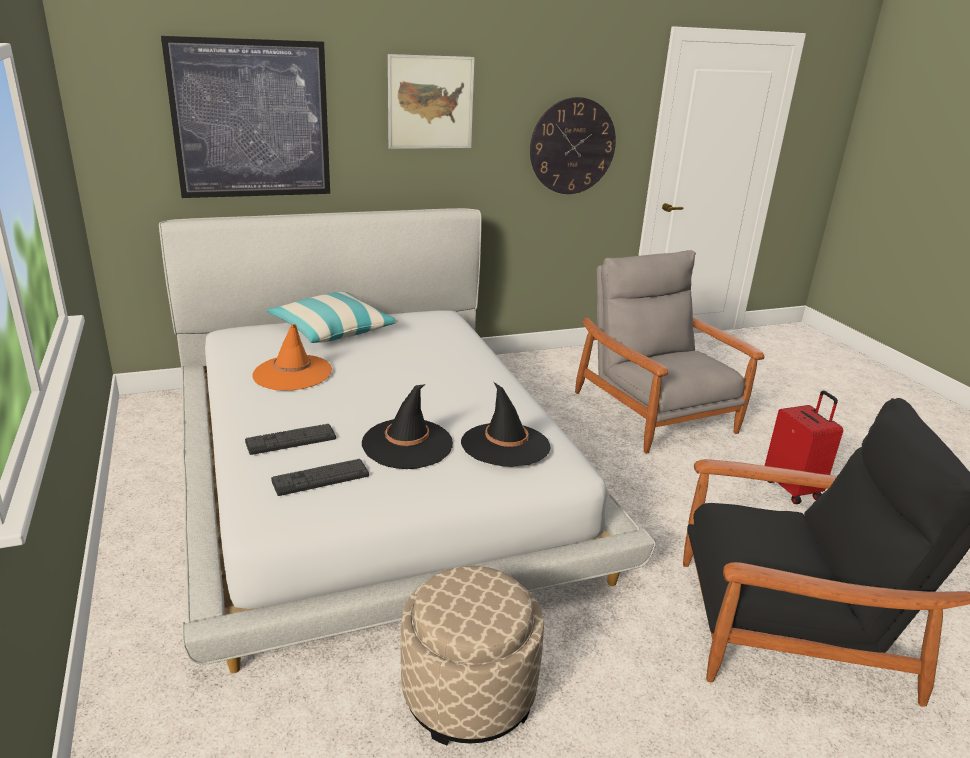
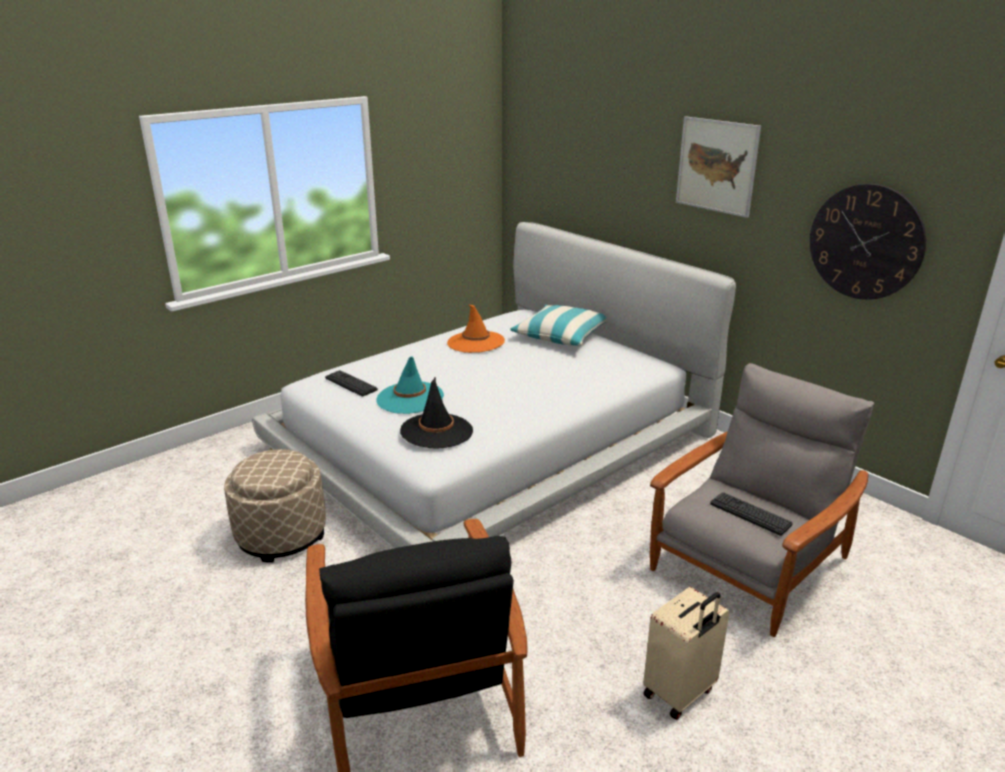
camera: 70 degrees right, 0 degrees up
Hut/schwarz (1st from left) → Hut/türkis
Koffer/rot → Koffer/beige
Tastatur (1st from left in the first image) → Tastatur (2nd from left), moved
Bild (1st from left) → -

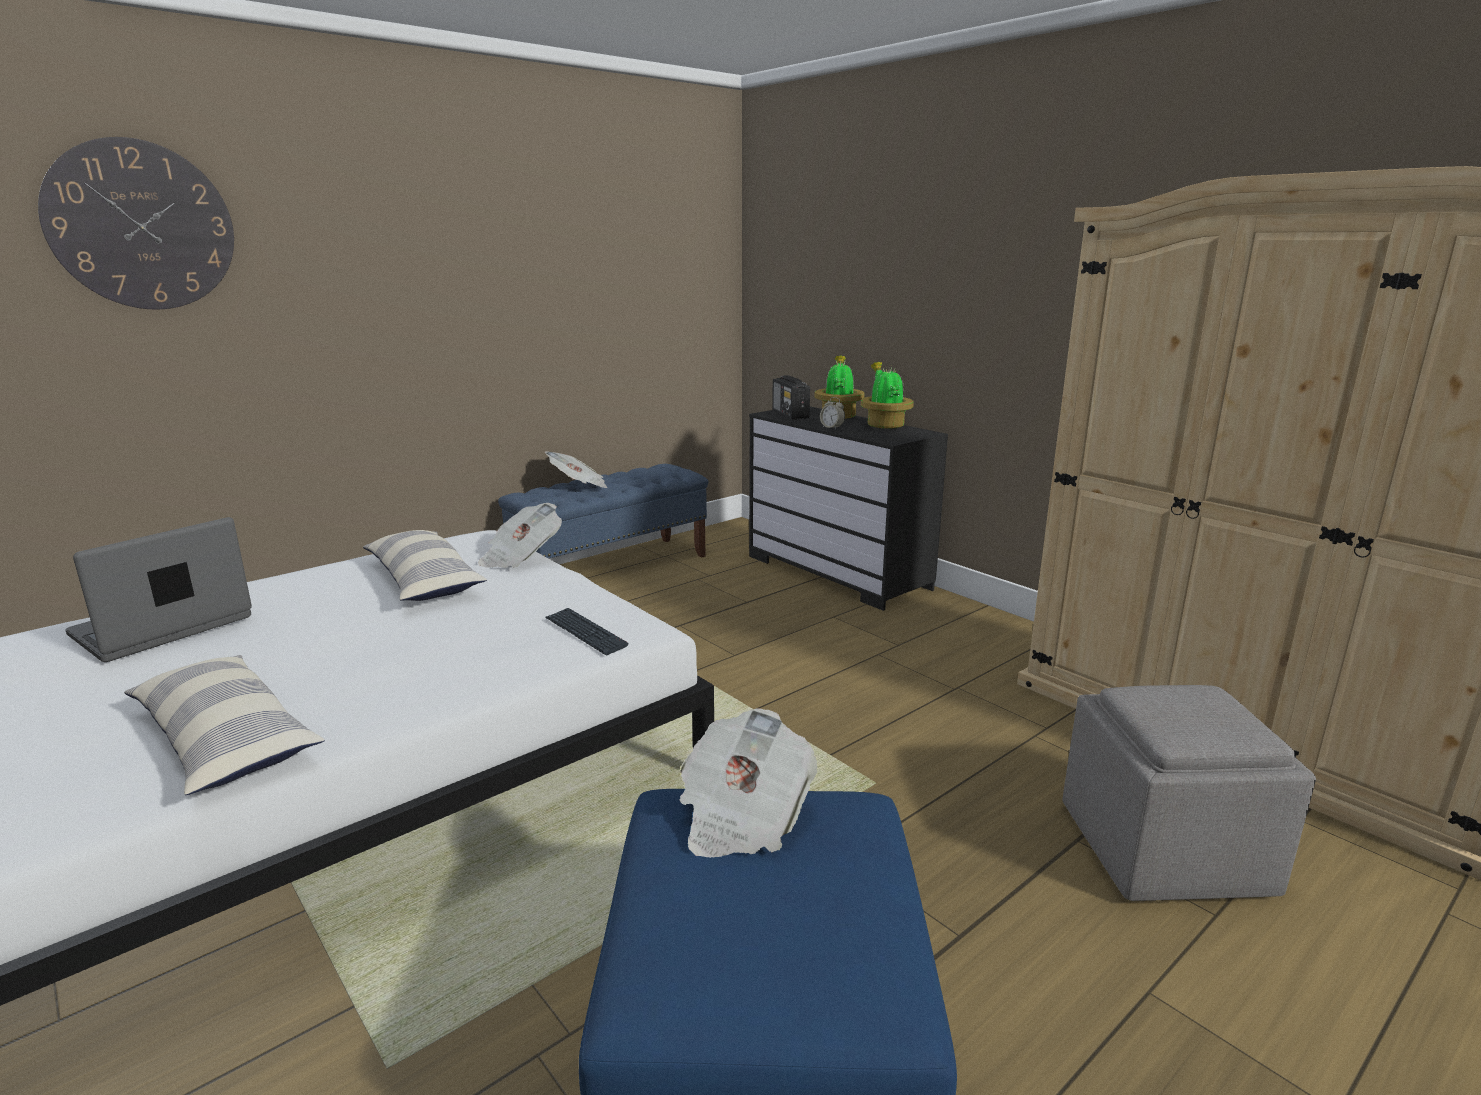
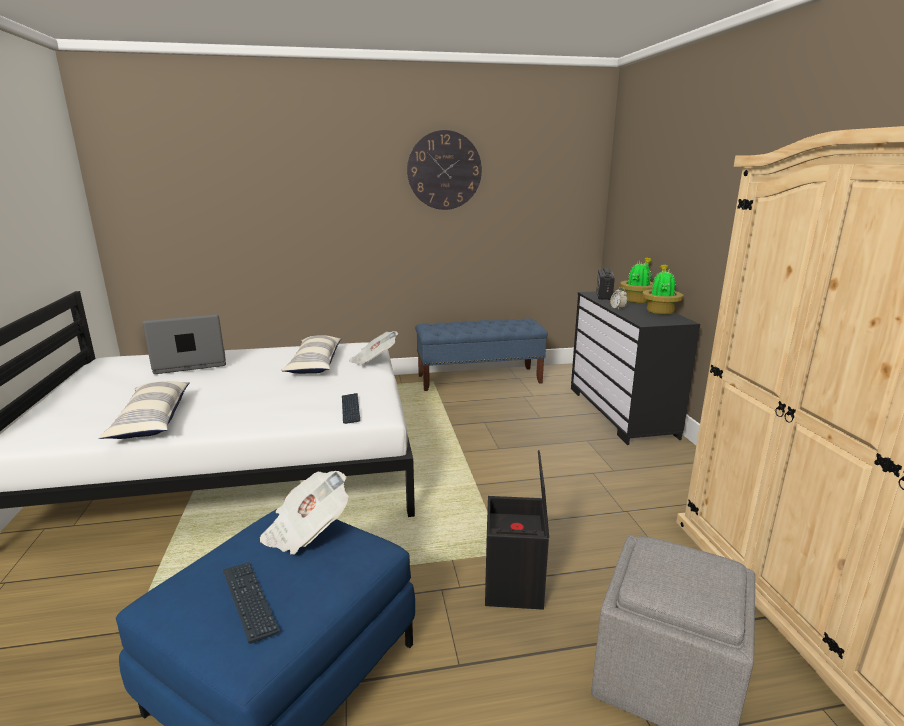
camera: 30 degrees right, 0 degrees up
- → Tastatur (1st from left)
Wanduhr, moved
- → Aufbewahrungsbox/schwarz
Zeitung (2nd from left) → -

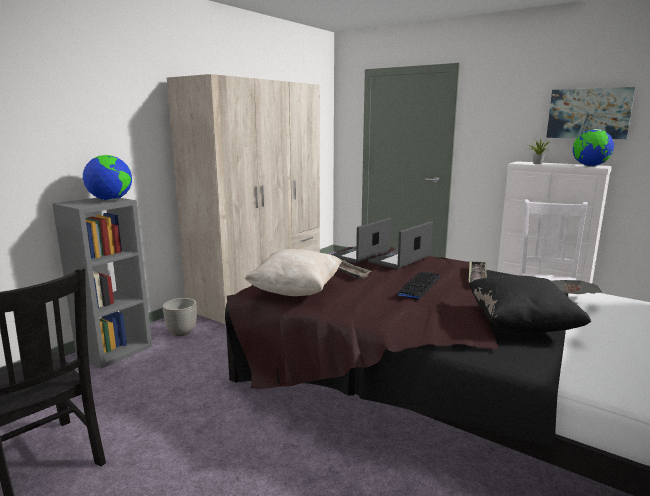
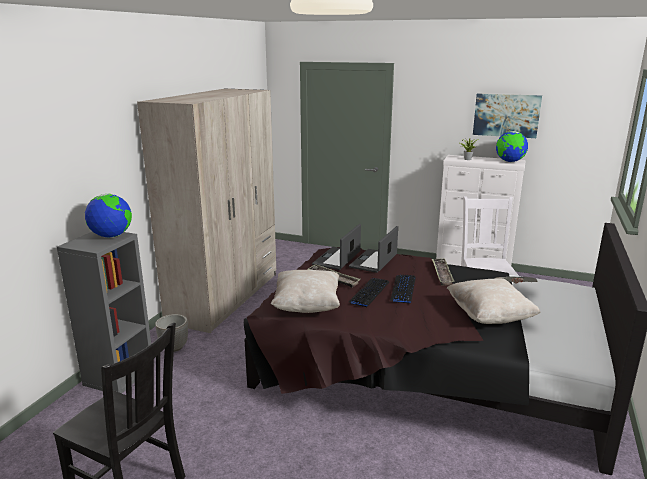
camera: 15 degrees left, 5 degrees up
- → Tastatur (1st from left)
Kissen/schwarz → Kissen/beige (2nd from left)

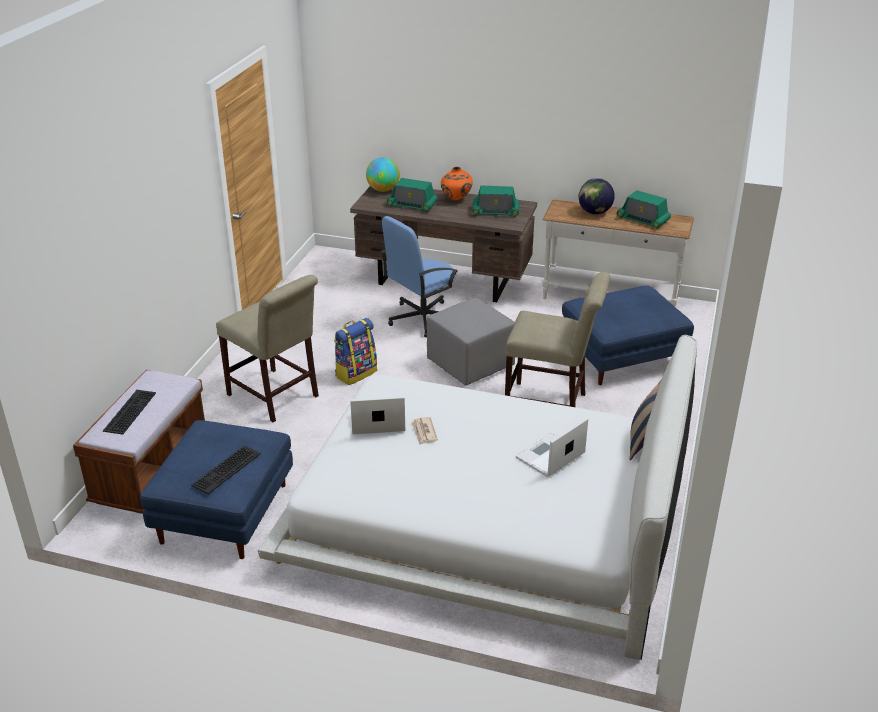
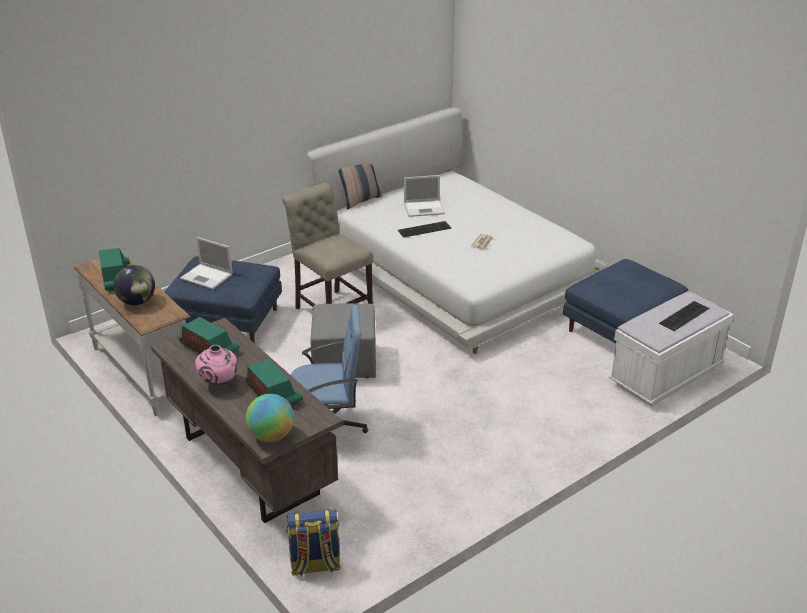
camera: 145 degrees left, 0 degrees up
Laptop (1st from left), moved
Vase/orange → Vase/rosa
Rucksack, moved
Tastatur (2nd from left in the first image) → Tastatur (1st from left), moved
Bank/braun → Bank/weiß
Stuhl/beige (1st from left) → -

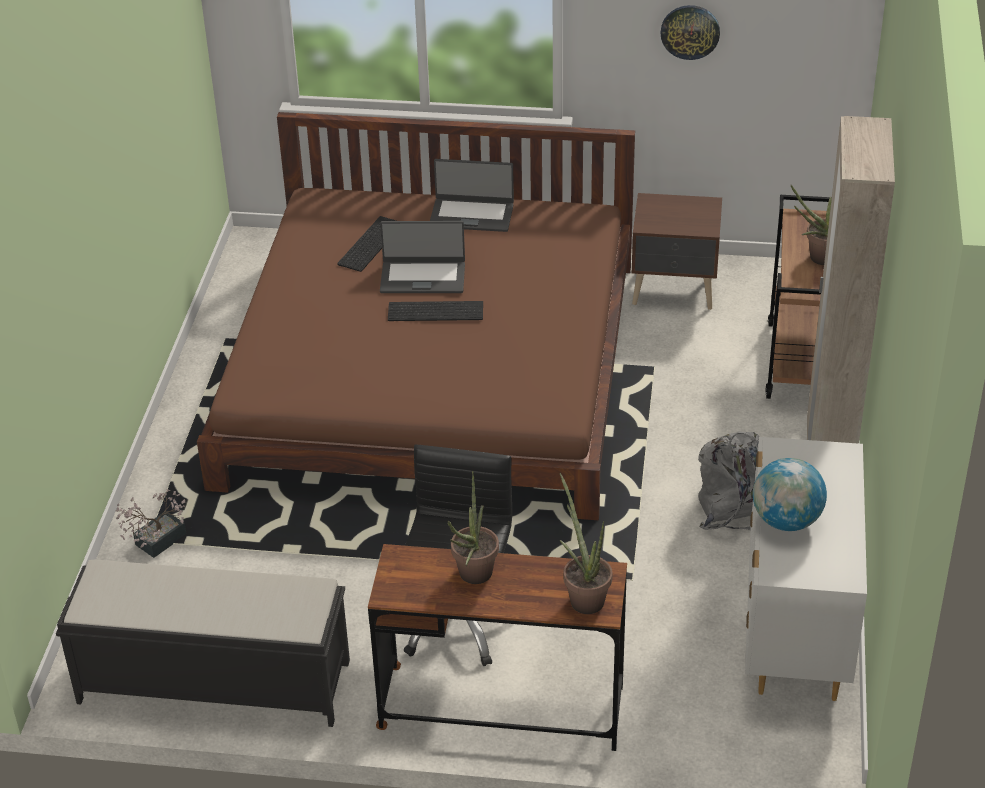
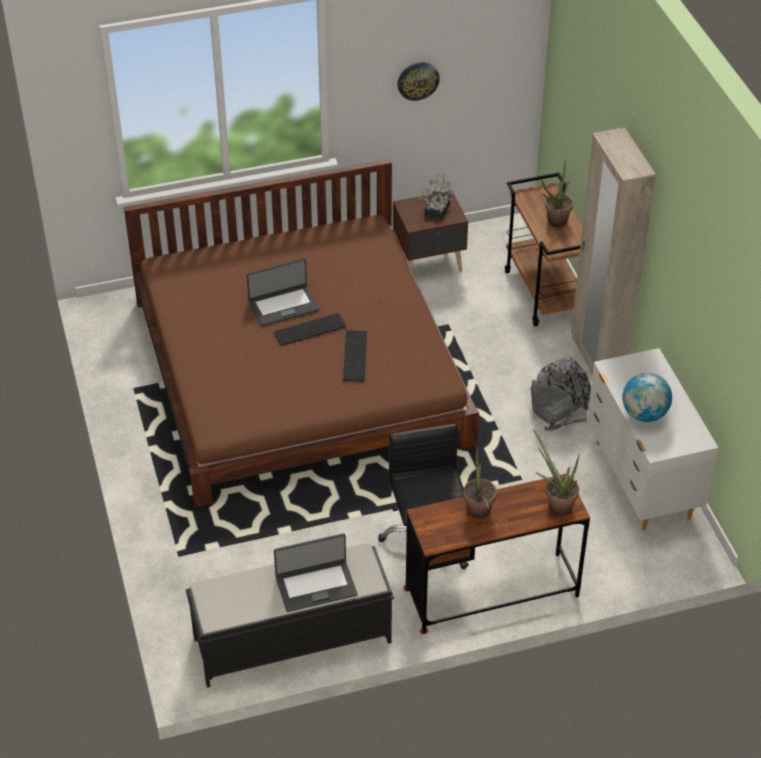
camera: 25 degrees left, 5 degrees up
Laptop (2nd from left), moved
Tastatur (1st from left in the first image) → Tastatur (2nd from left), moved
Topfpflanze (1st from left), moved

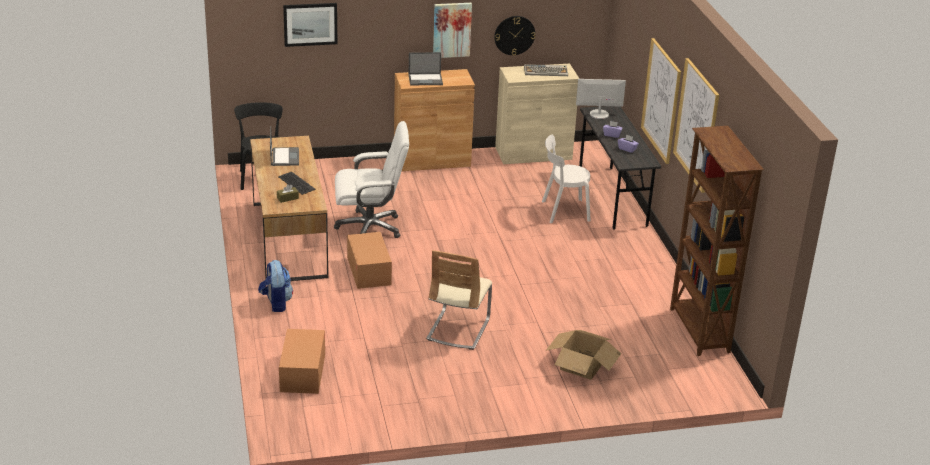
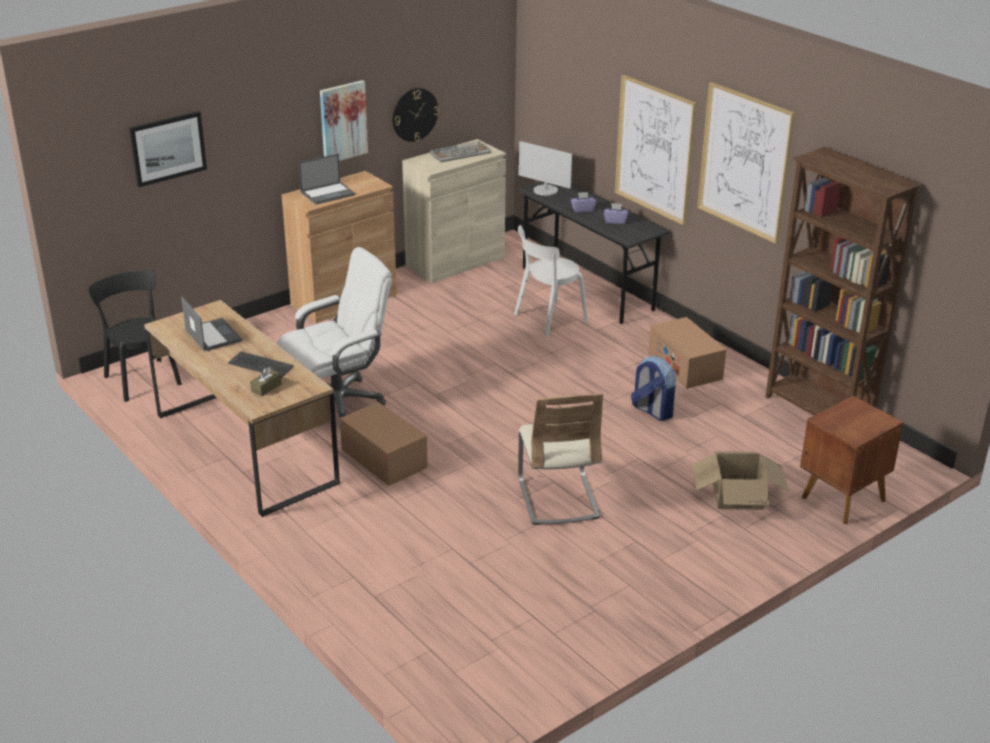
camera: 25 degrees left, 0 degrees up
Monitor, 120 degrees counterclockwise
Rucksack, moved
Karton (1st from left in the first image) → Karton (2nd from left), moved
- → Nachttisch/braun

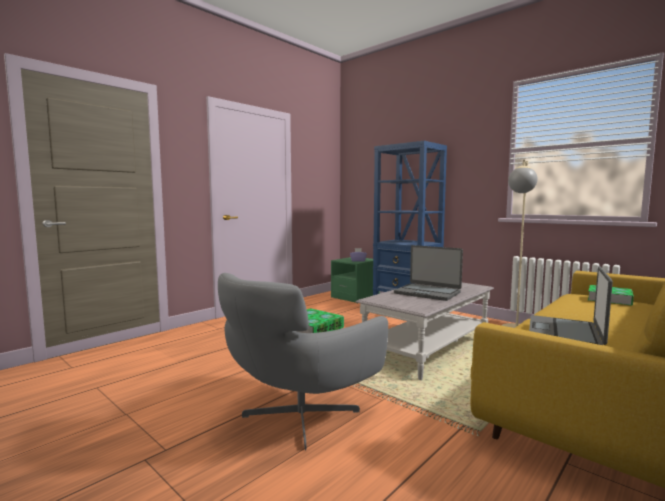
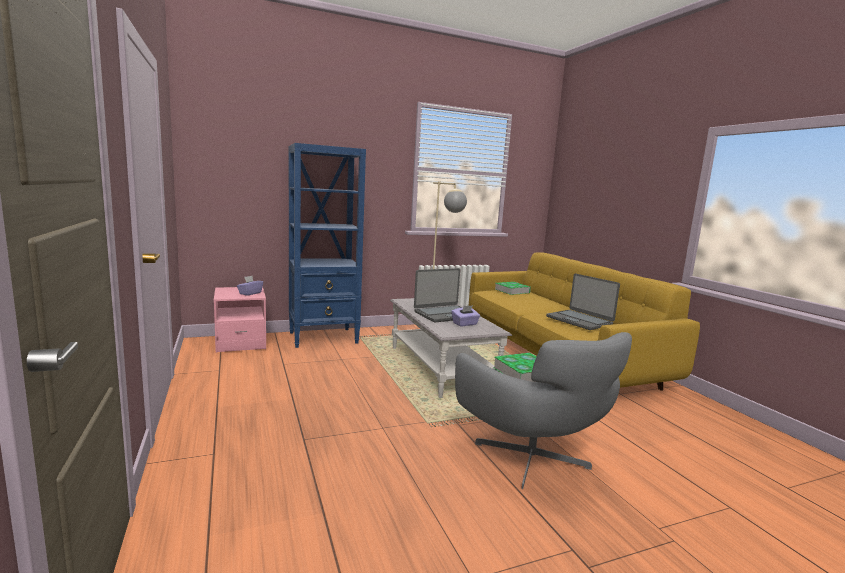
camera: 65 degrees left, 5 degrees up
Nachttisch/grün → Nachttisch/rosa
- → Taschentuchbox/lila (2nd from left)

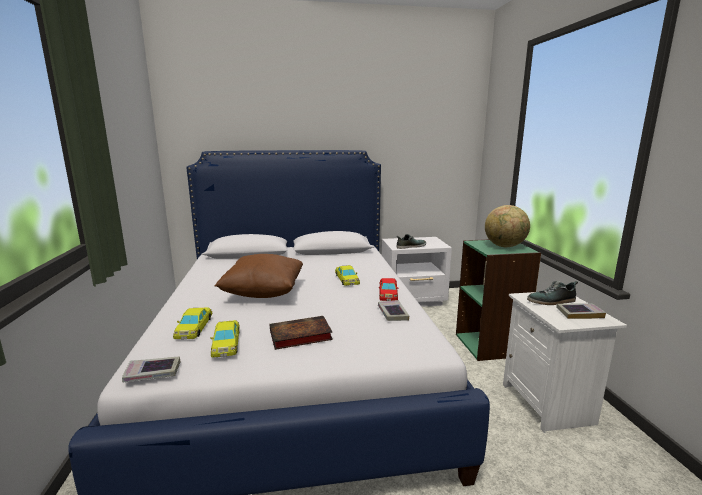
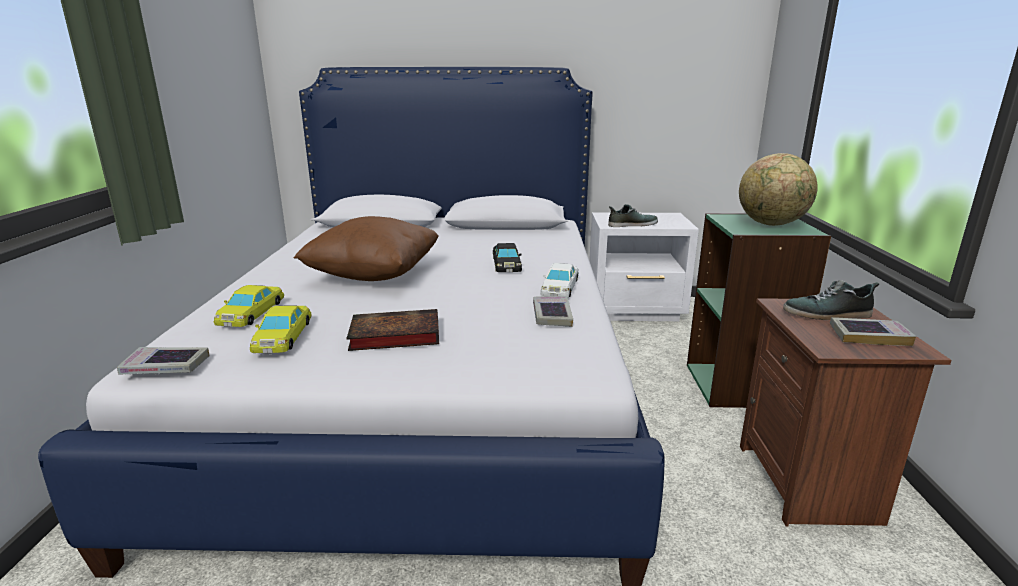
camera: 10 degrees right, 5 degrees up
Spielzeugauto/gelb (3rd from left) → Spielzeugauto/schwarz
Spielzeugauto/rot → Spielzeugauto/weiß
Nachttisch/weiß (2nd from left) → Nachttisch/braun

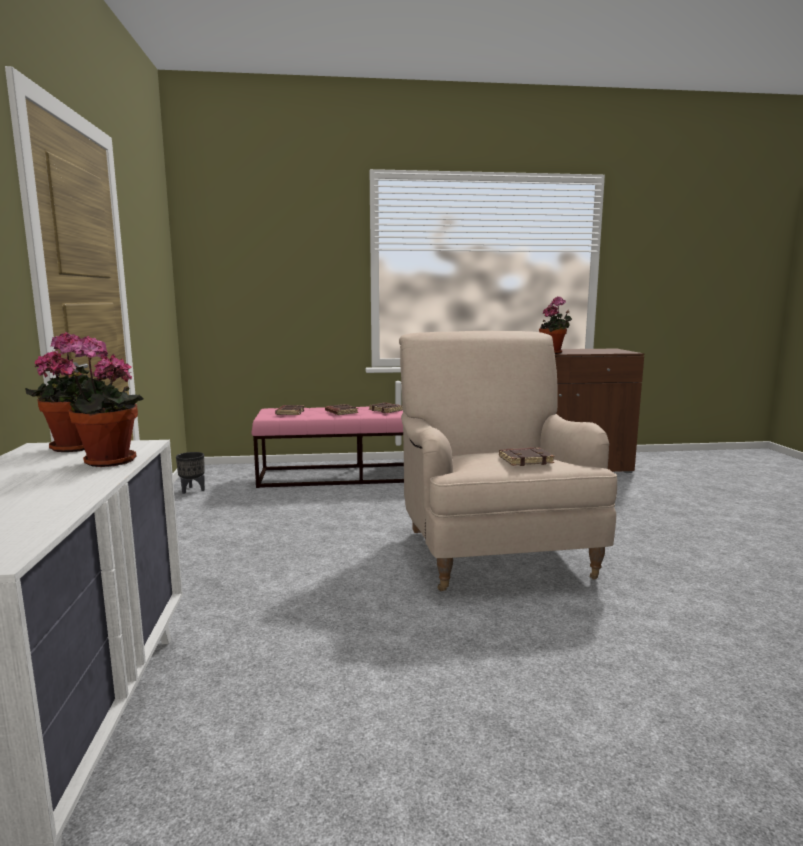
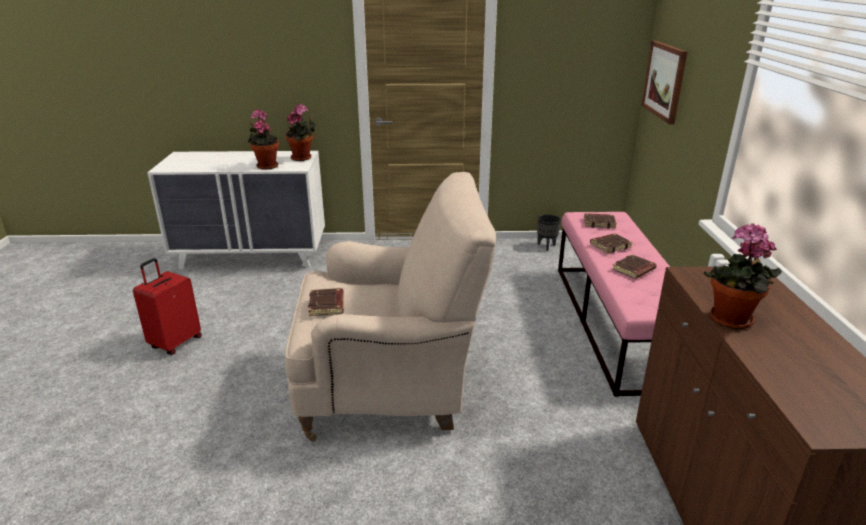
camera: 95 degrees right, 15 degrees up
- → Koffer/rot
- → Bild

